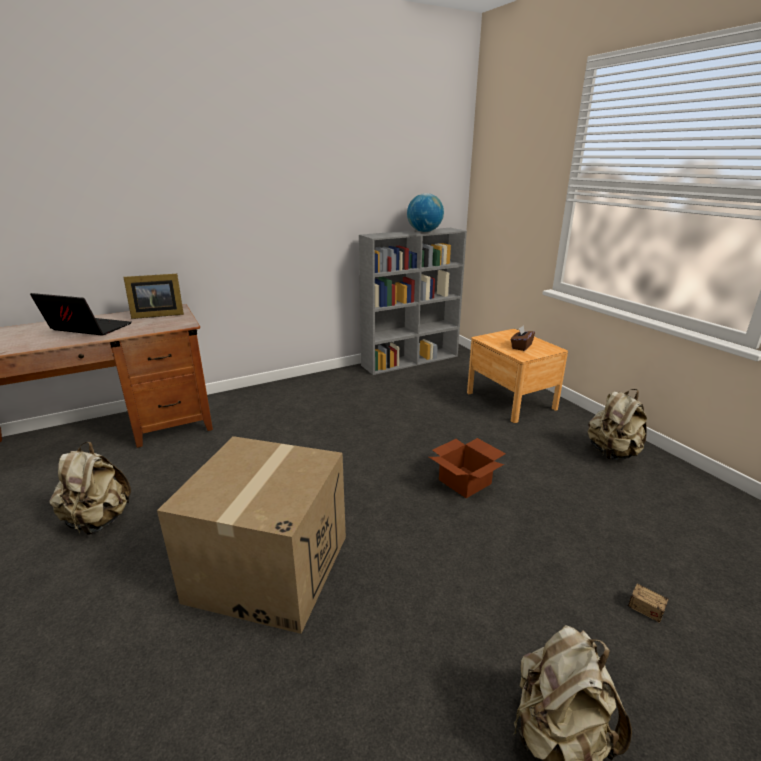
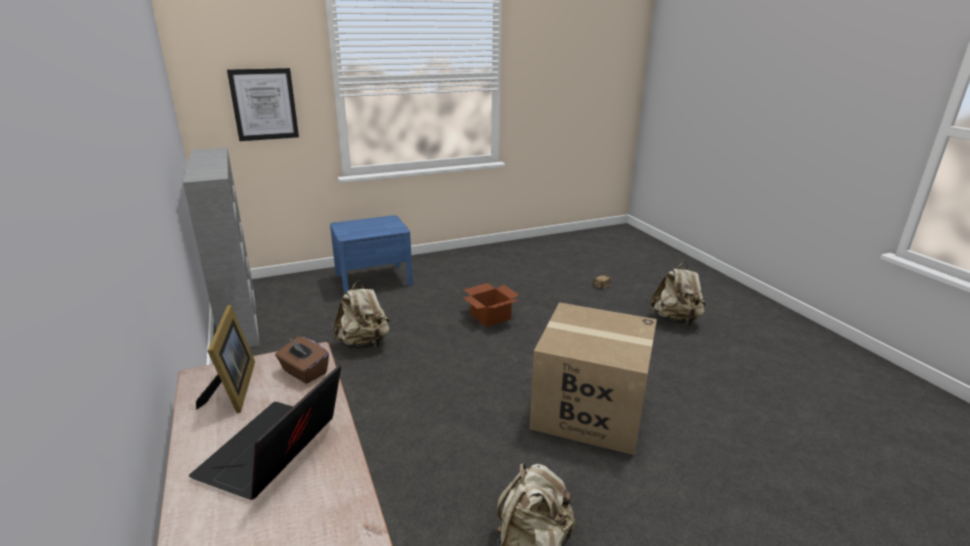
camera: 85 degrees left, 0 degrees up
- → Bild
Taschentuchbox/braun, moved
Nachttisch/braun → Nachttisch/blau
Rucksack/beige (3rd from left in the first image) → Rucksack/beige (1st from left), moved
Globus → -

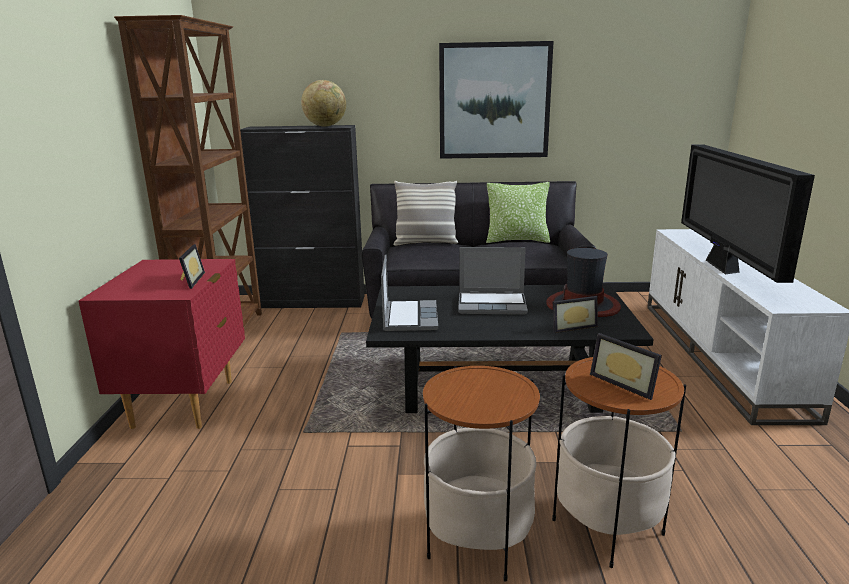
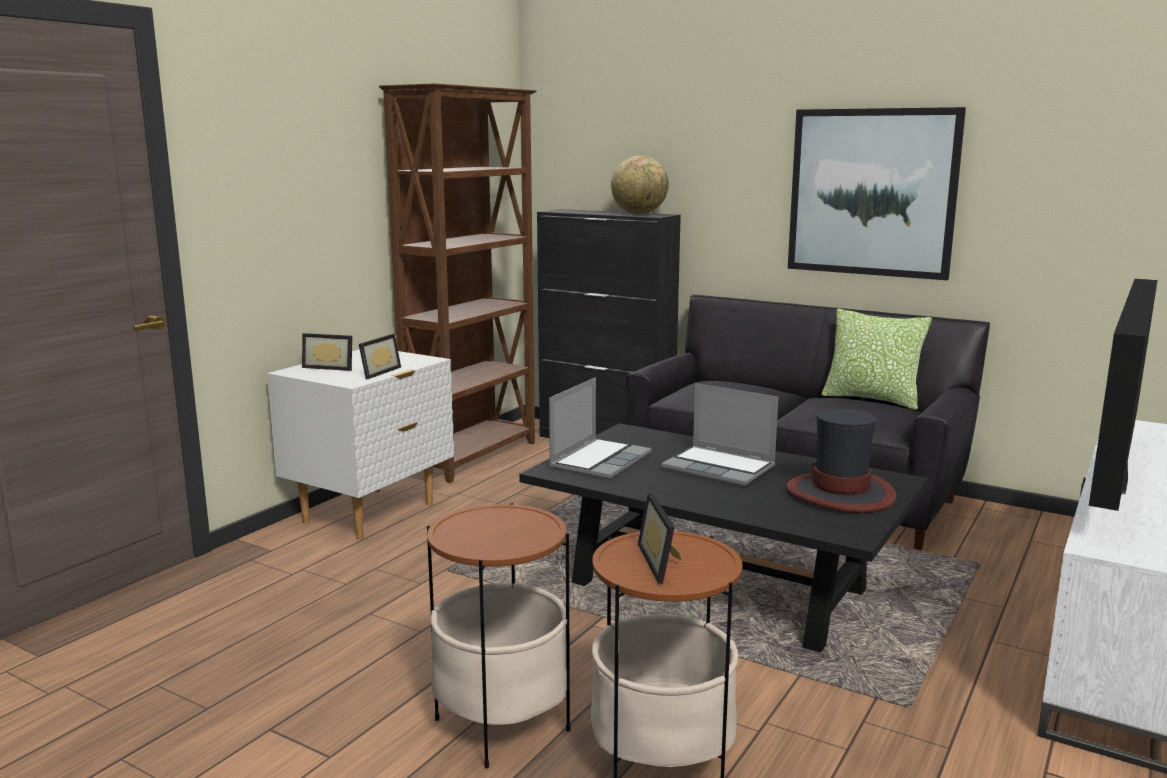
camera: 30 degrees right, 5 degrees down
Nachttisch/rot → Nachttisch/weiß
Bilderrahmen (2nd from left in the first image) → Bilderrahmen (1st from left), moved
Kissen (1st from left) → -

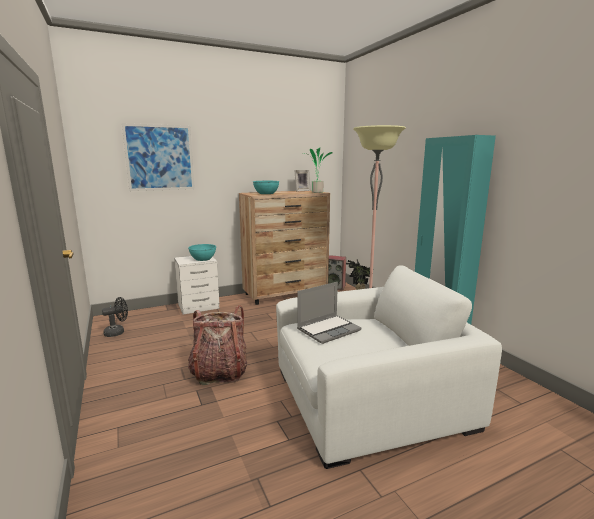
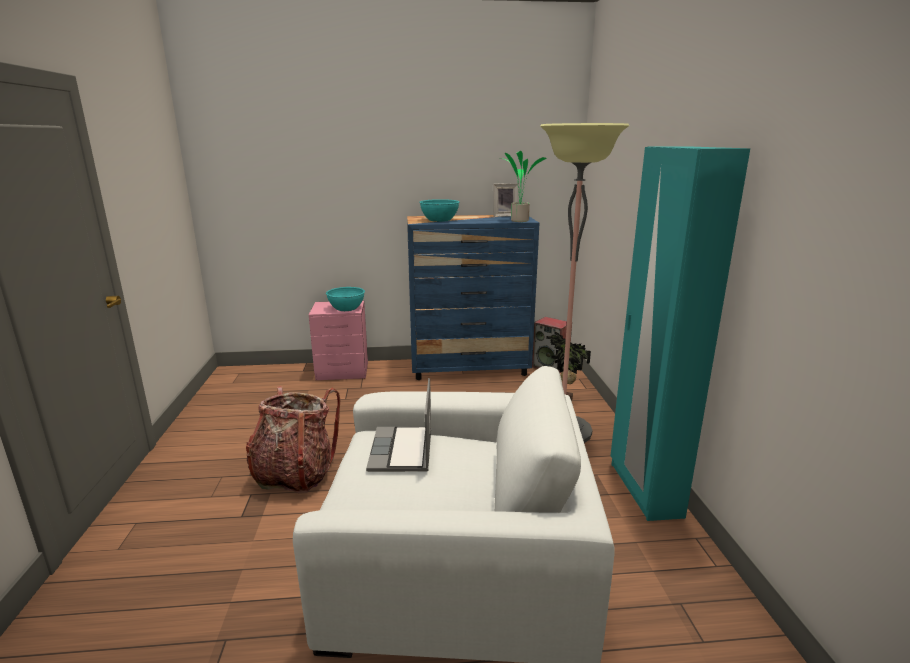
camera: 20 degrees right, 5 degrees up
Nachttisch/weiß → Nachttisch/rosa
Laptop, 105 degrees clockwise
Kommode/braun → Kommode/blau
Ventilator/schwarz → -
Bild → -

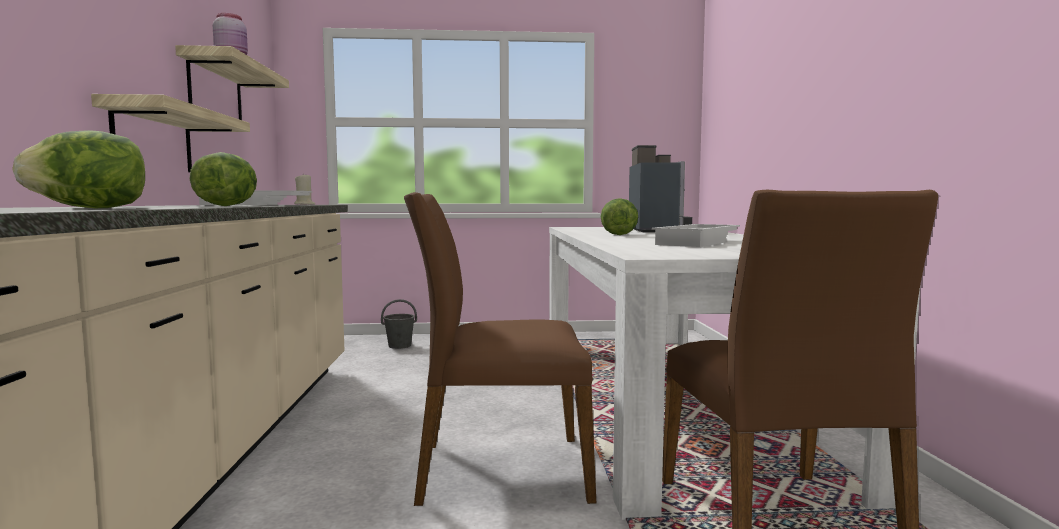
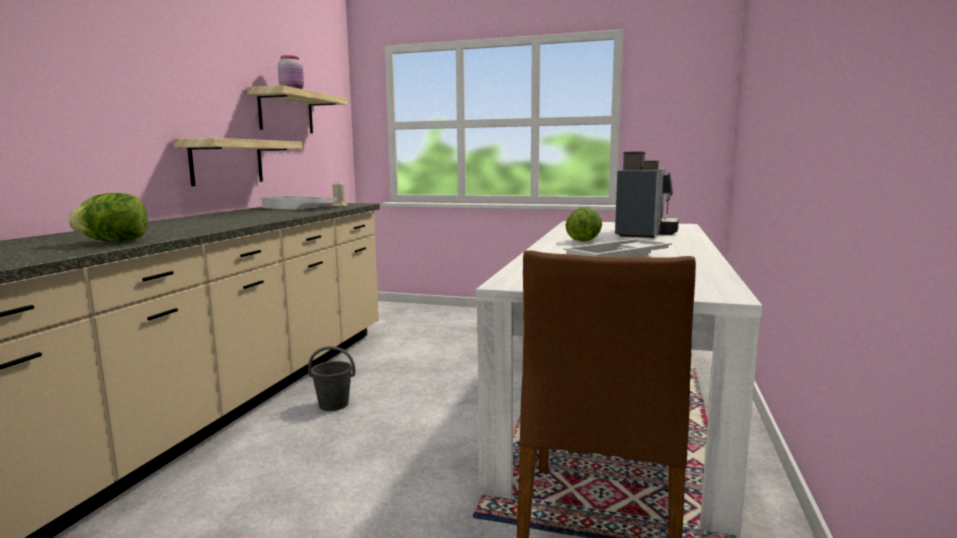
camera: 20 degrees right, 5 degrees up
Eimer/grau, moved
Salatkopf (2nd from left) → -
Stuhl/braun (1st from left) → -

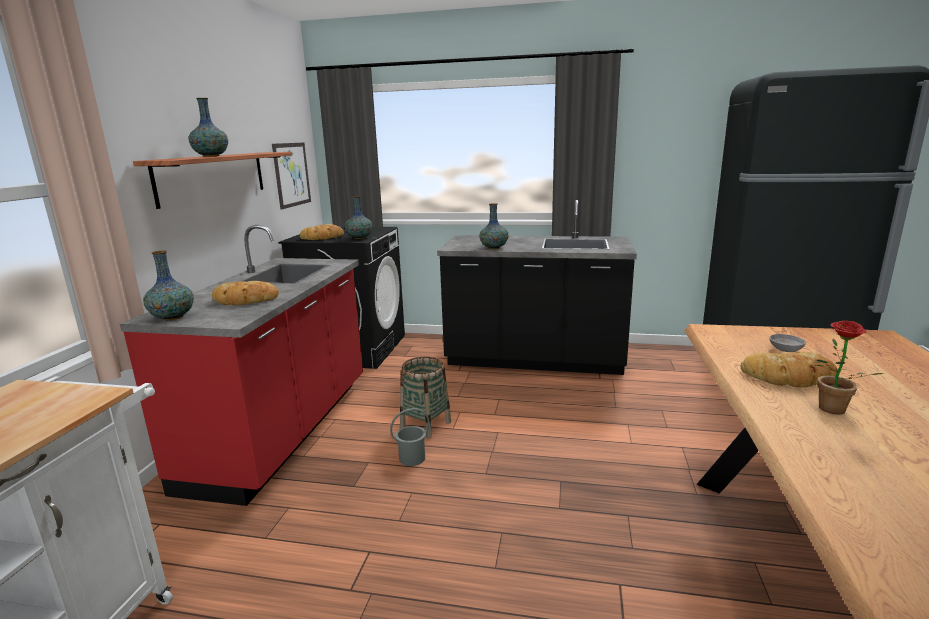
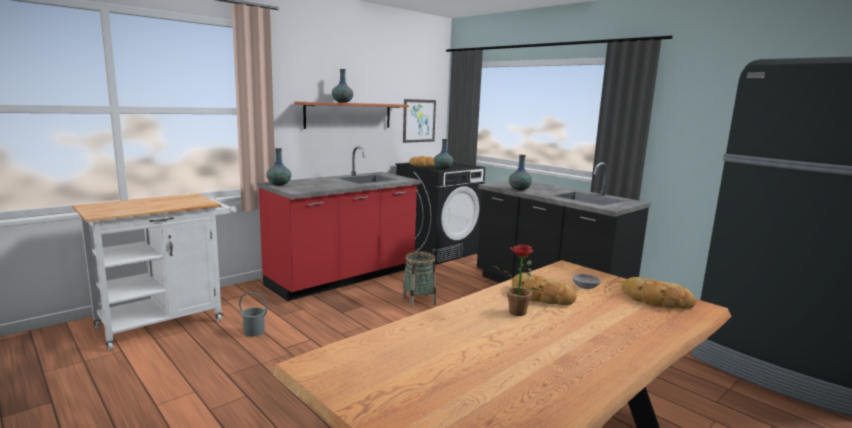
camera: 35 degrees right, 5 degrees down
Eimer/grau, moved
Brot (1st from left in the first image) → Brot (3rd from left), moved

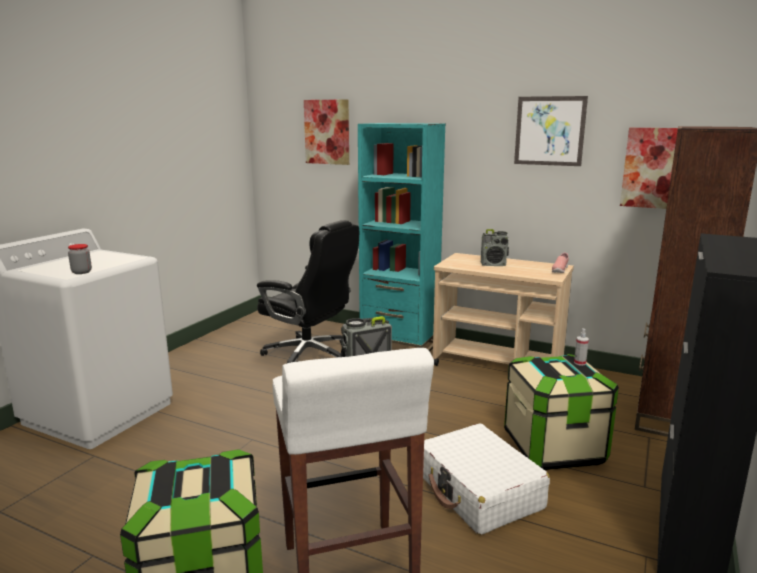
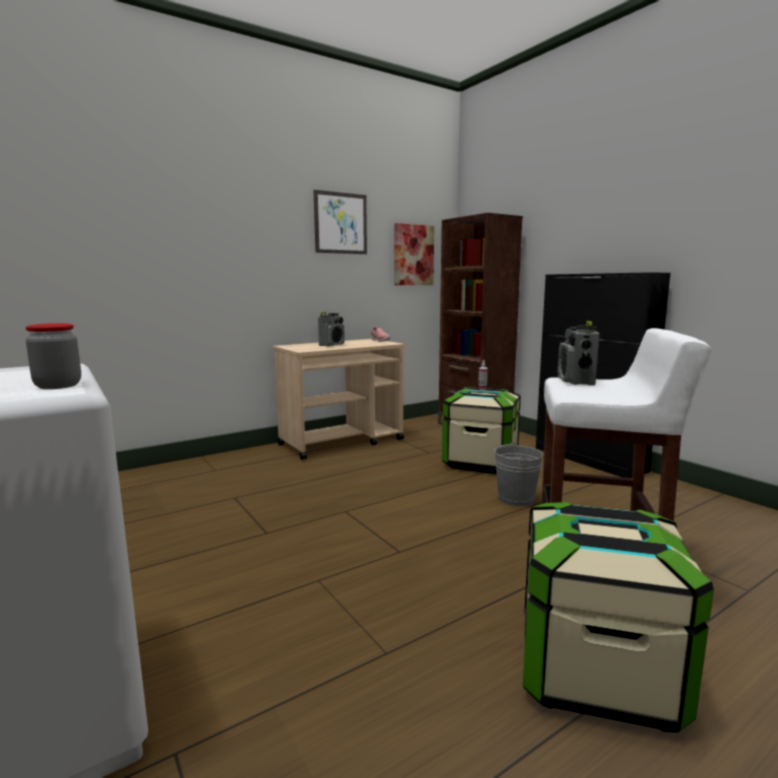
camera: 60 degrees left, 5 degrees down
Koffer/weiß → Eimer/grau
Bürostuhl/schwarz → -
Bild (1st from left) → -
Bücherregal/türkis → -

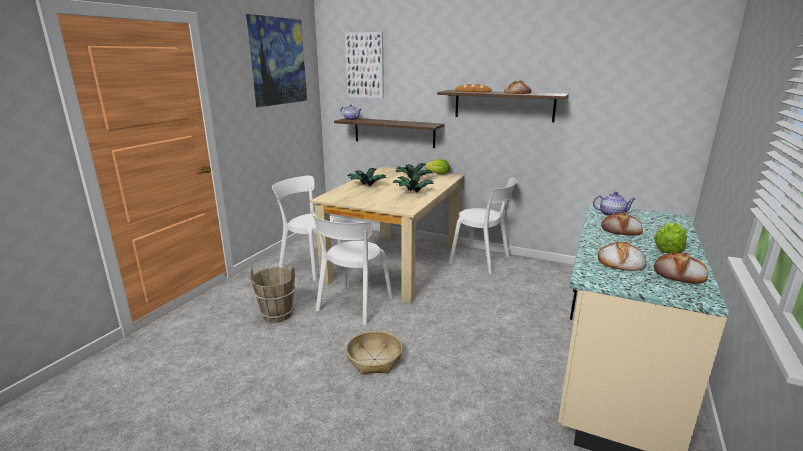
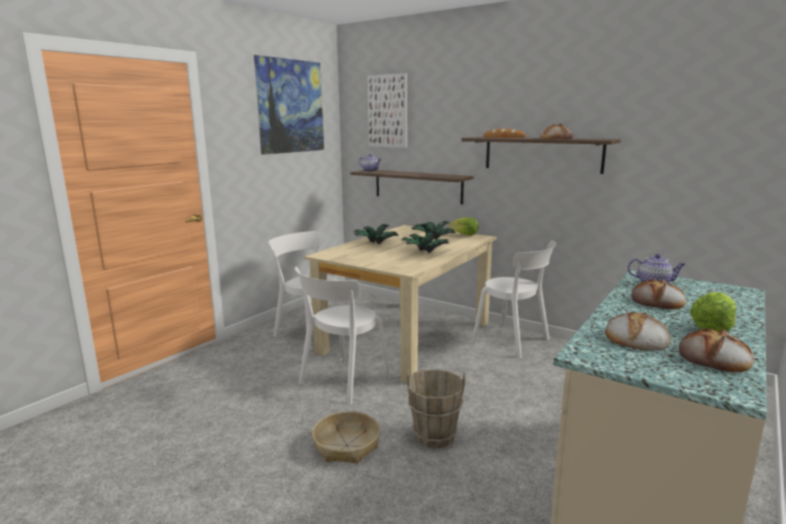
camera: 10 degrees right, 5 degrees down
Eimer/braun, moved

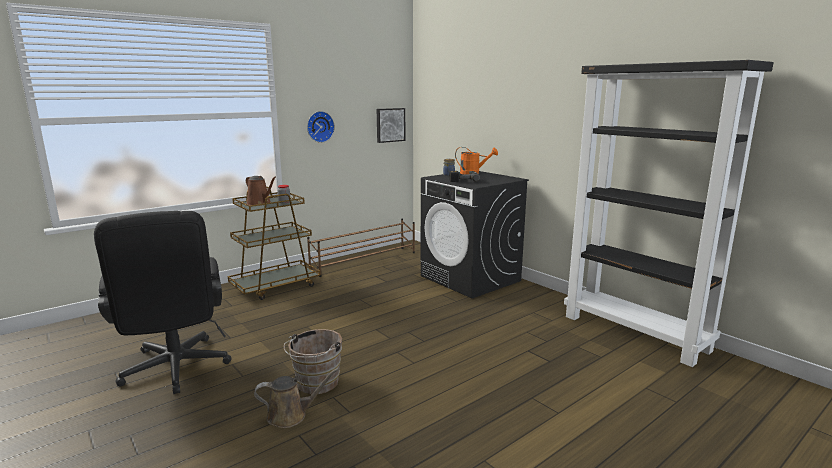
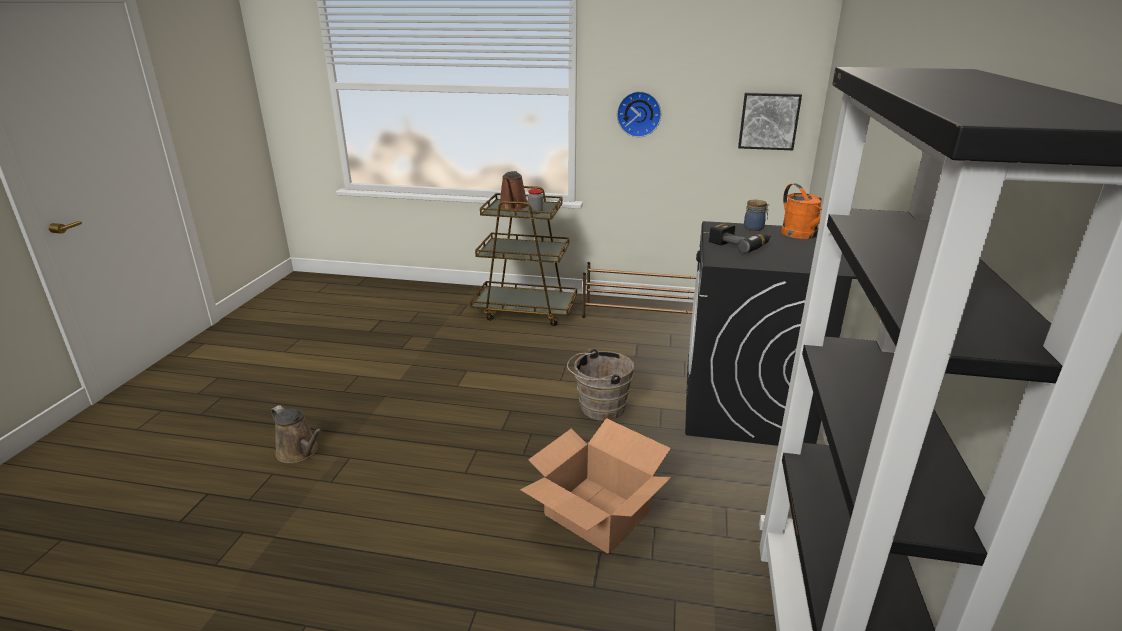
camera: 50 degrees right, 10 degrees up
- → Karton
Eimer/braun, moved
Bürostuhl/schwarz → -

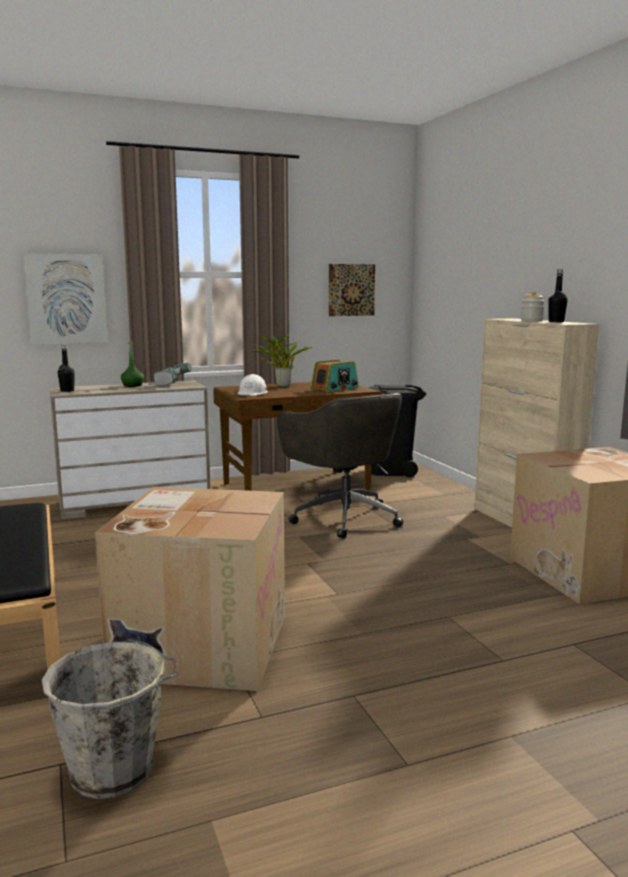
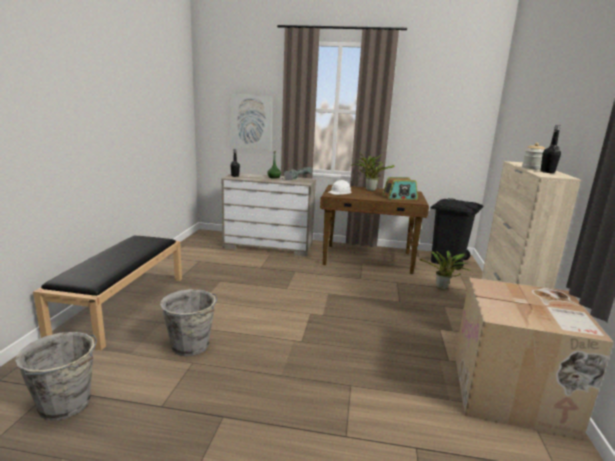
camera: 30 degrees right, 5 degrees up
Karton (1st from left) → Eimer/grau (2nd from left)
- → Topfpflanze (2nd from left)
Bürostuhl/grau → -
Bild (2nd from left) → -

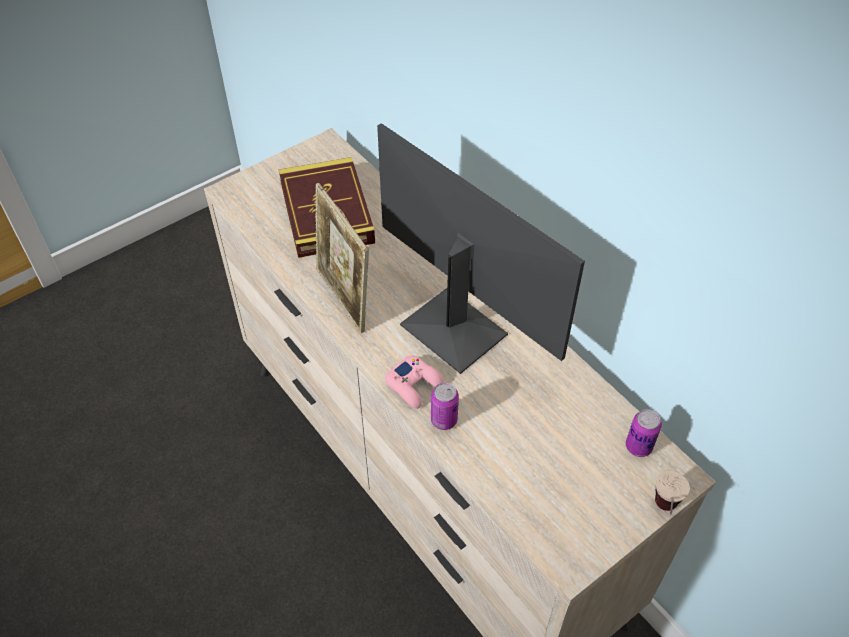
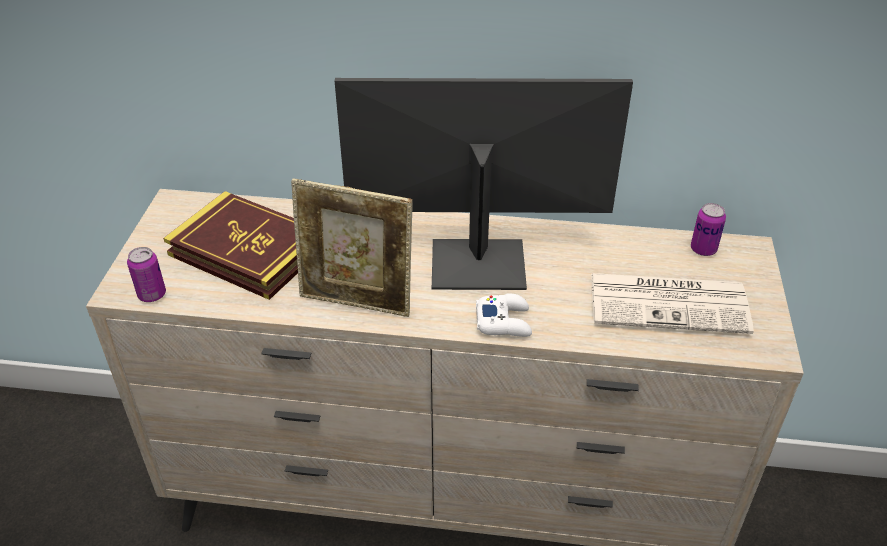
camera: 45 degrees left, 10 degrees down
Dose (1st from left), moved
Gamepad/rosa → Gamepad/weiß
- → Zeitung
Tasse → -

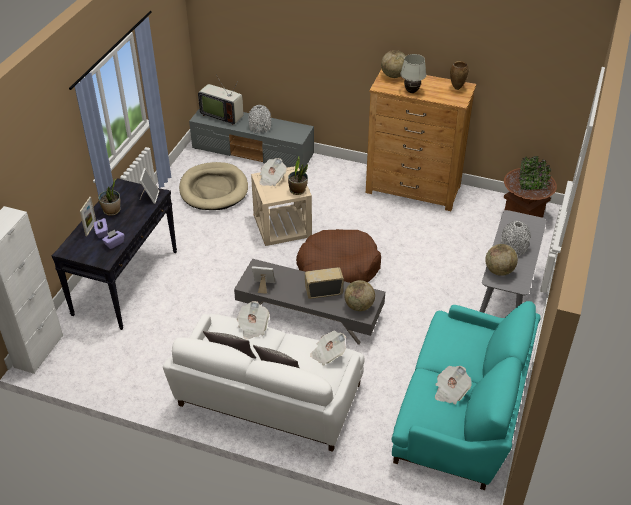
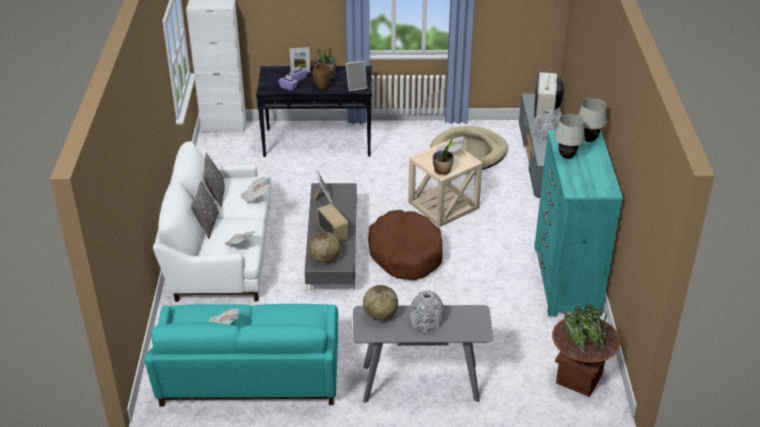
camera: 70 degrees right, 5 degrees down
Vase/braun, moved
Kommode/braun → Kommode/türkis
Globus (2nd from left) → Tischlampe/weiß (2nd from left)

